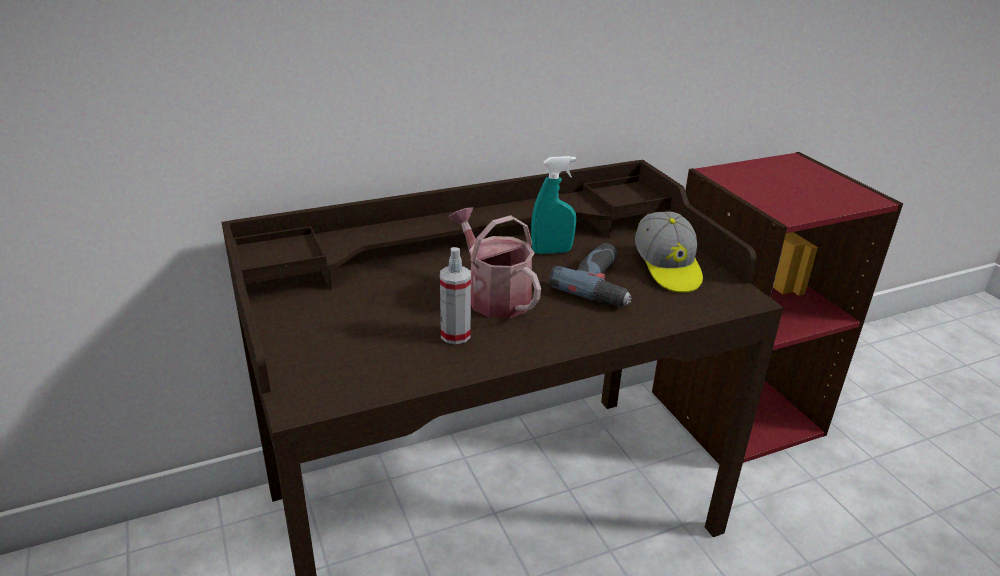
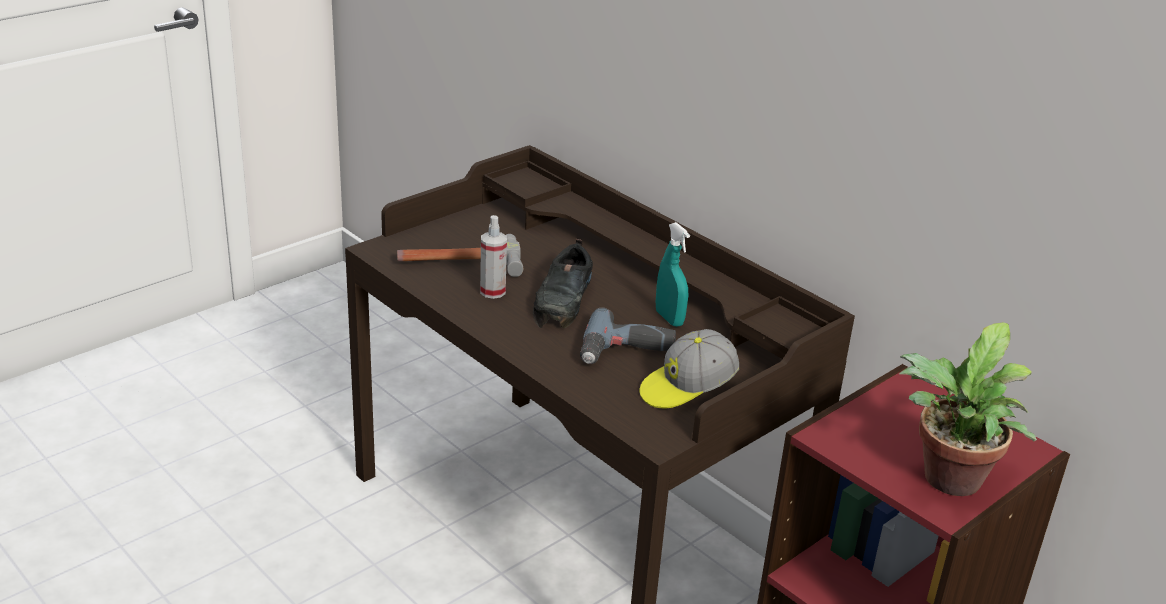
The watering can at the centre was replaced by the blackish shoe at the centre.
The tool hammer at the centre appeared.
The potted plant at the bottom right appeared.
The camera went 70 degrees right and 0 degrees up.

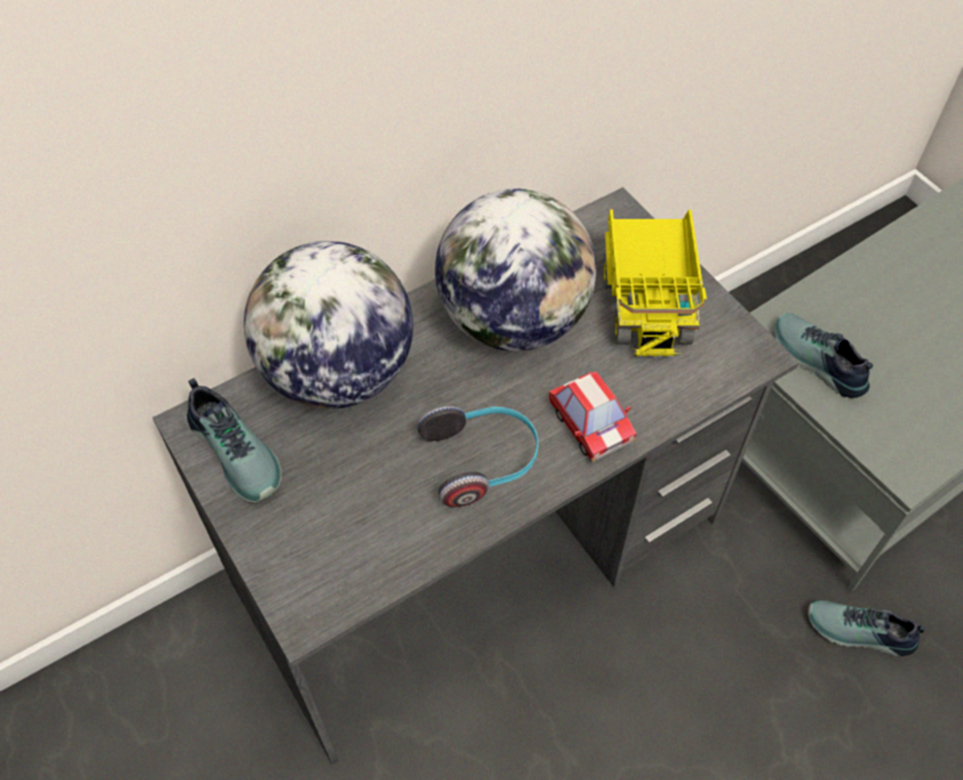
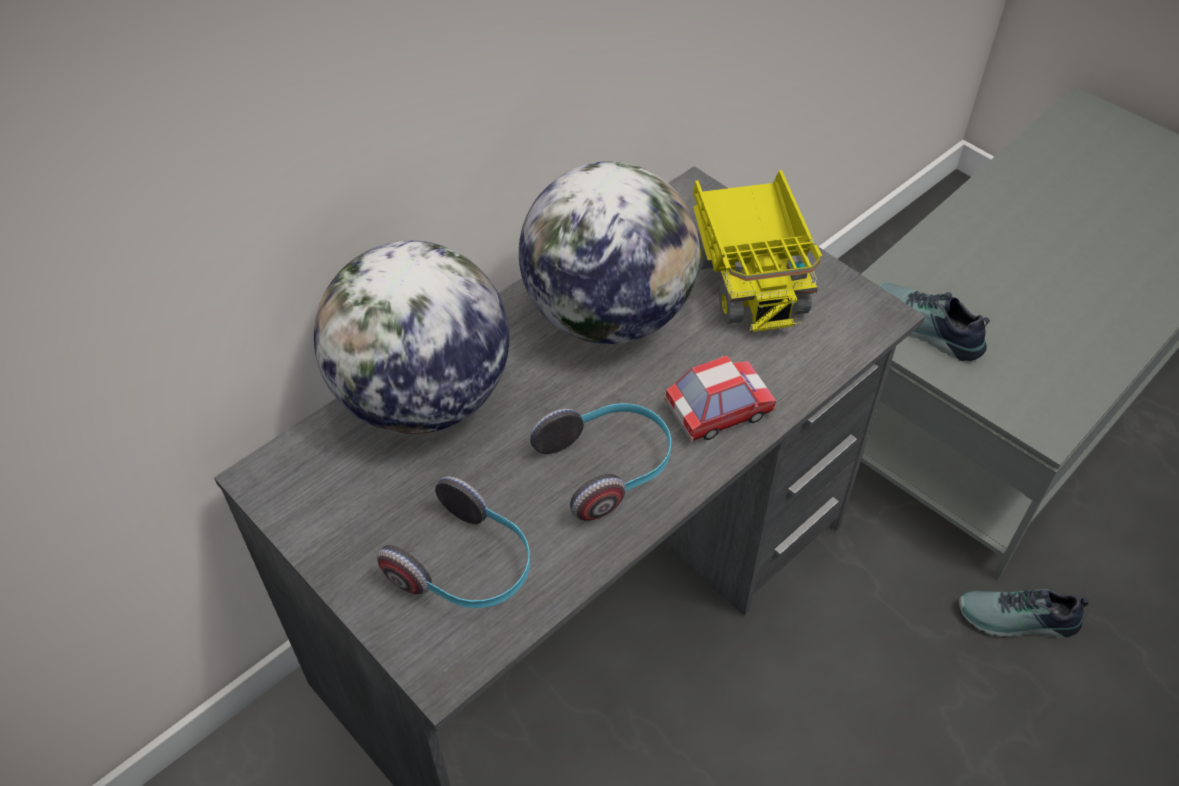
The shoe (1st from left) at the middle left disappeared.
The miniature car at the centre turned 75 degrees counterclockwise.
The headset (1st from left) at the bottom centre appeared.
The camera went 10 degrees left and 5 degrees down.

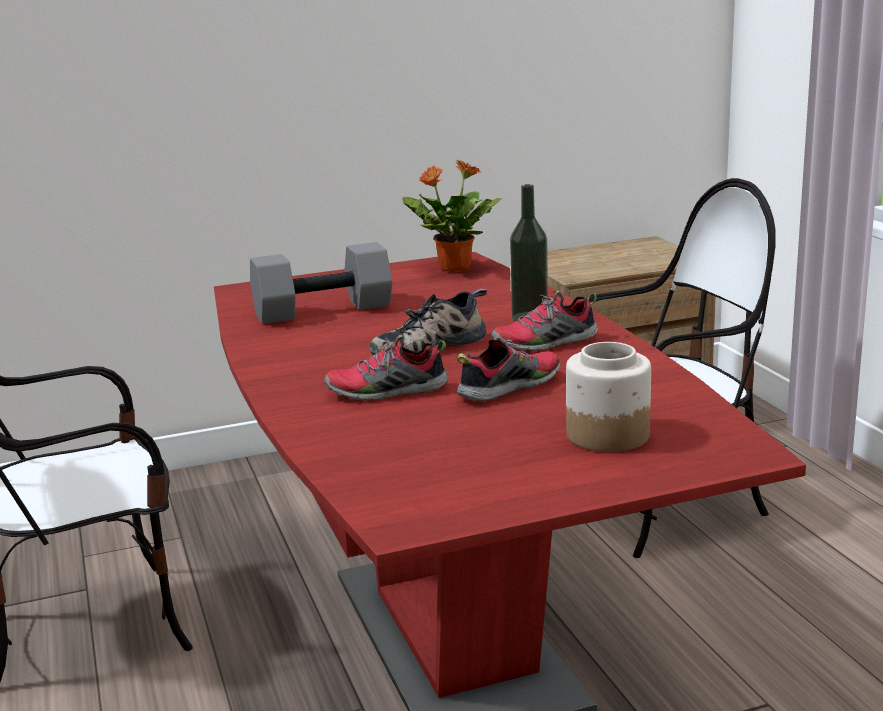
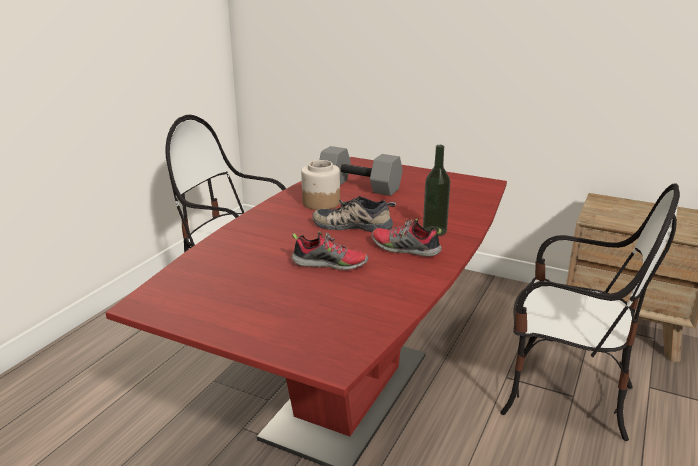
The shoe (1st from left) at the centre disappeared.
The potted plant at the top centre disappeared.
The storage jar moved from the middle right to the centre.
The camera went 45 degrees right and 5 degrees up.

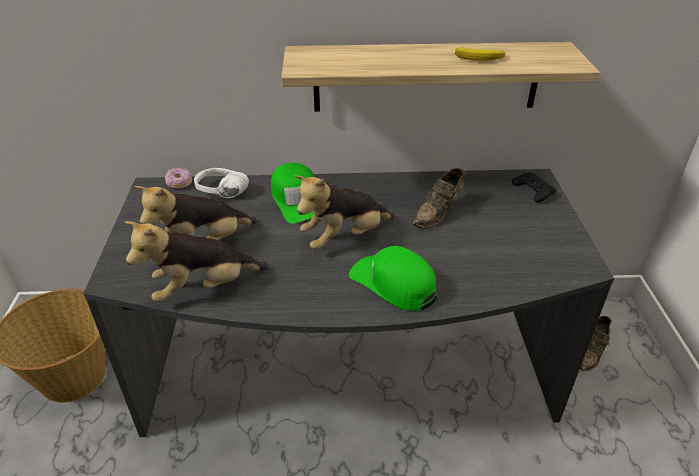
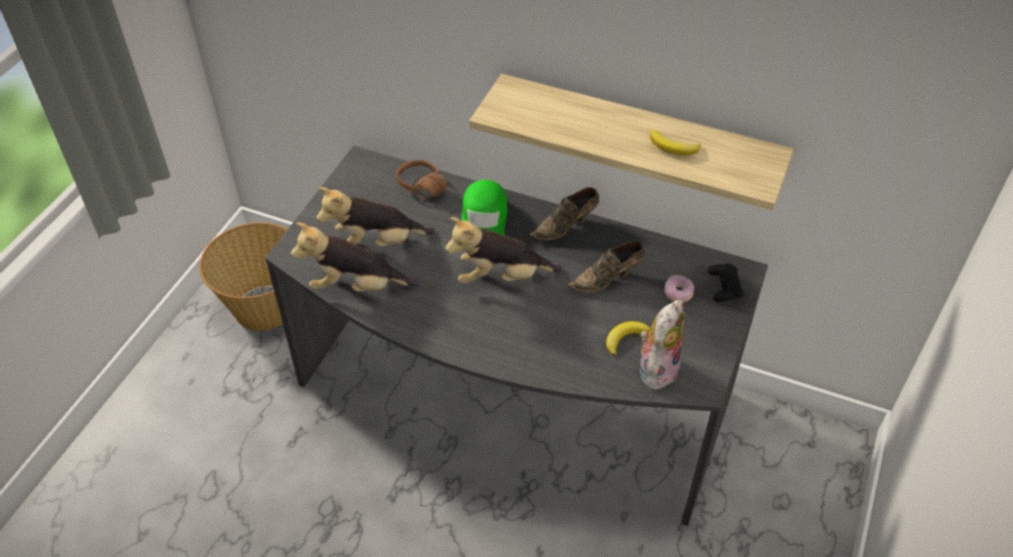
The ring doughnut moved from the middle left to the middle right.
The white-coloured headset at the middle left became the brown headset at the top centre.
The green cap (2nd from left) at the centre disappeared.
The brown shoe (2nd from left in the first image) moved from the bottom right to the centre.
The whole banana (1st from left) at the centre appeared.
The cuddly toy (4th from left) at the centre appeared.
The camera went 25 degrees right and 10 degrees up.

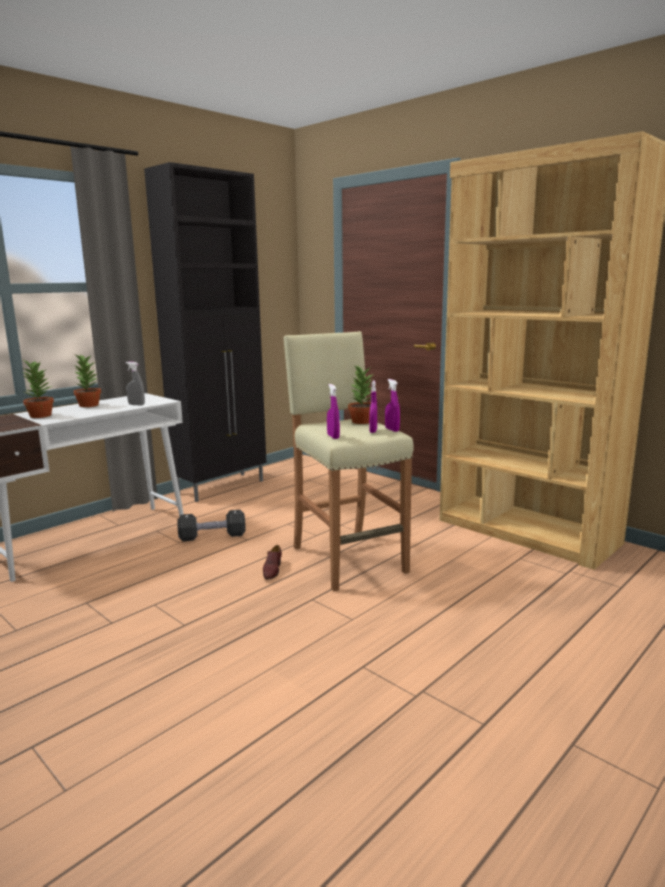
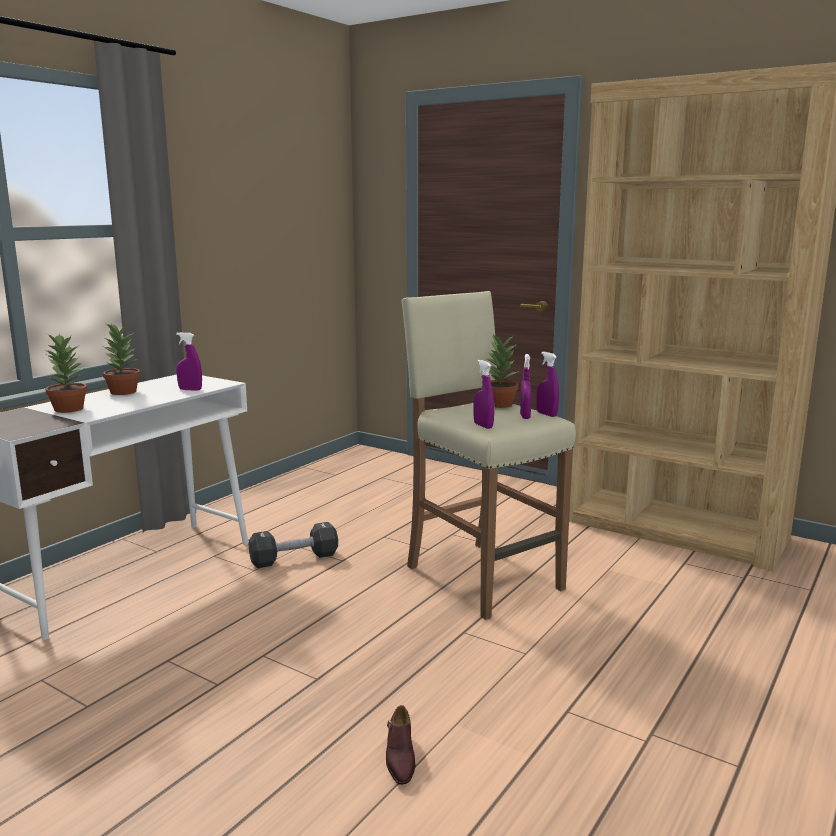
The greyish spray bottle at the middle left became the purplish spray bottle (1st from left) at the middle left.
The blackish cabinet at the middle left disappeared.
The brown shoe moved from the centre to the bottom centre.
The camera went 10 degrees left and 0 degrees up.

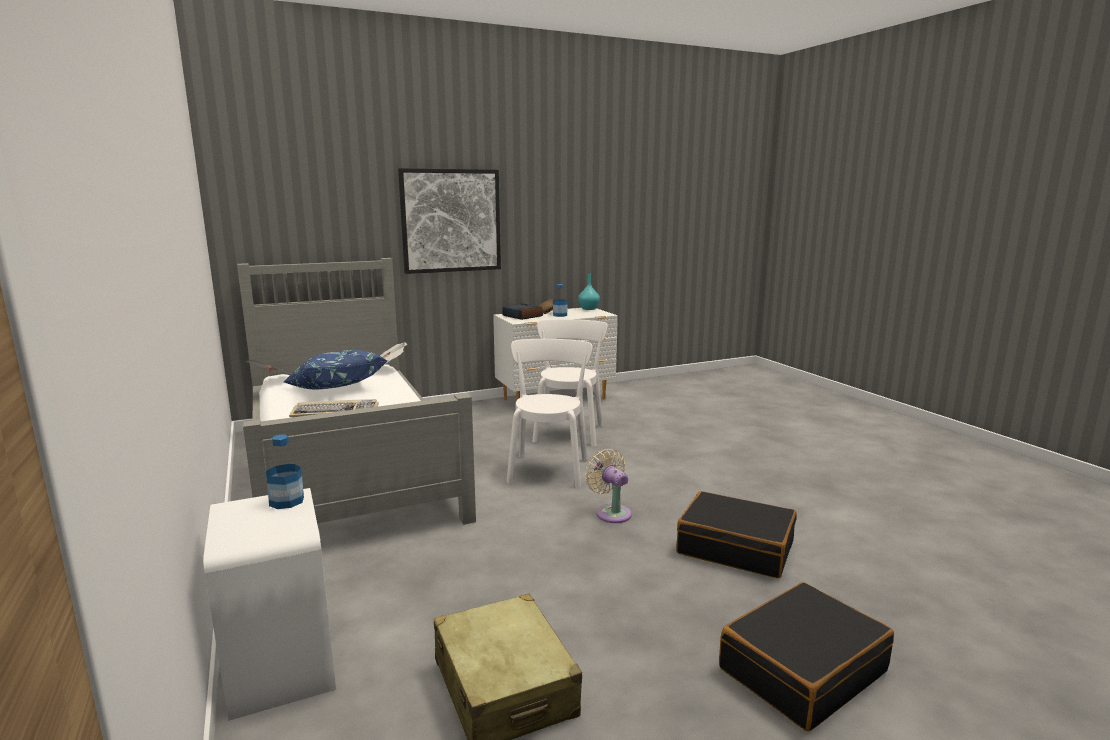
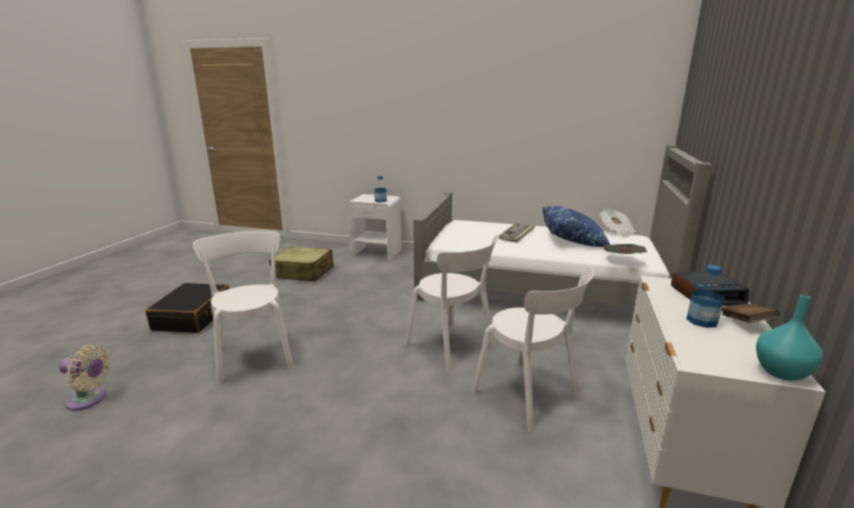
The picture at the top centre disappeared.
The beige electric fan moved from the centre to the bottom left.
The blackish travel case (1st from left) at the bottom centre was replaced by the white-coloured upright chair (1st from left) at the middle left.
The camera went 130 degrees right and 5 degrees up.

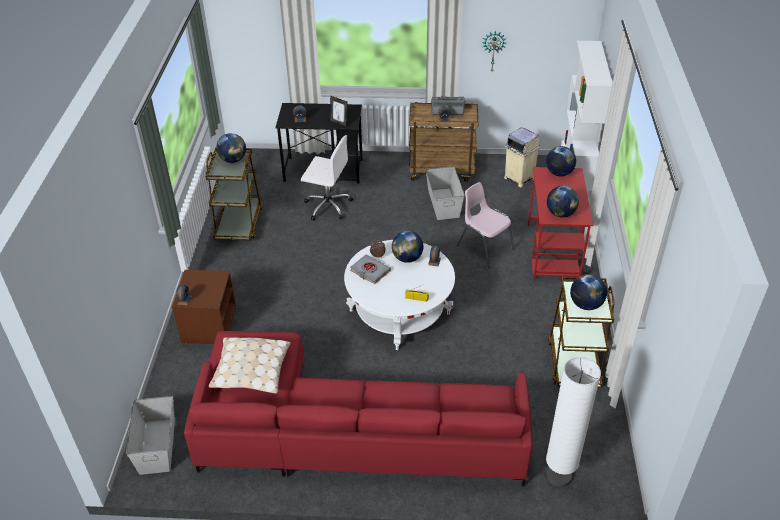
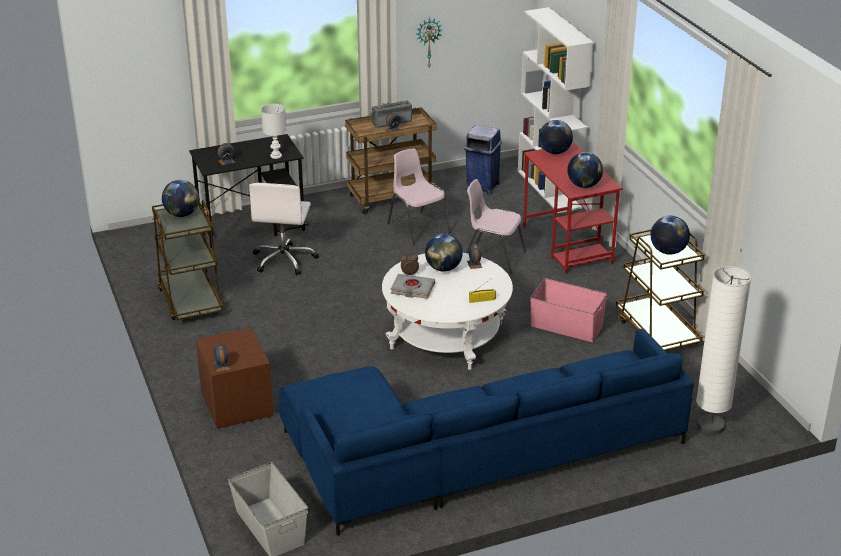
The red sofa at the bottom centre became the blue-coloured sofa at the bottom centre.
The beige throw pillow at the bottom left disappeared.
The white-coloured desk chair at the centre turned 105 degrees clockwise.
The photo frame at the top centre was replaced by the white-coloured table lamp at the top left.
The greyish storage bin (2nd from left) at the centre was replaced by the pinkish upright chair (1st from left) at the centre.
The beige waste bin at the top right became the blue-coloured waste bin at the top centre.
The pinkish storage bin at the middle right appeared.
The camera went 25 degrees left and 10 degrees down.

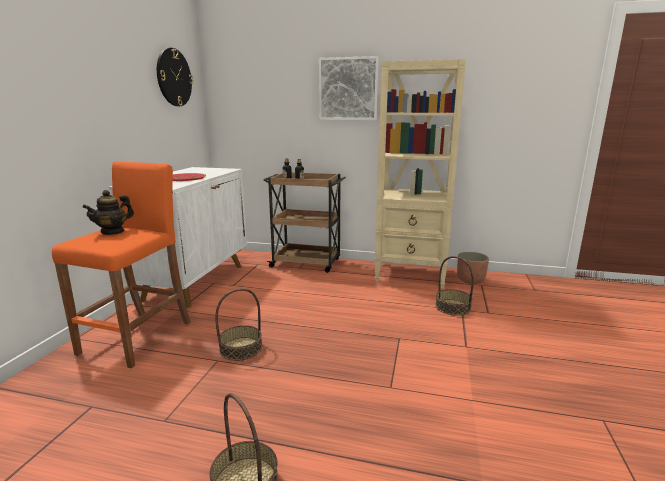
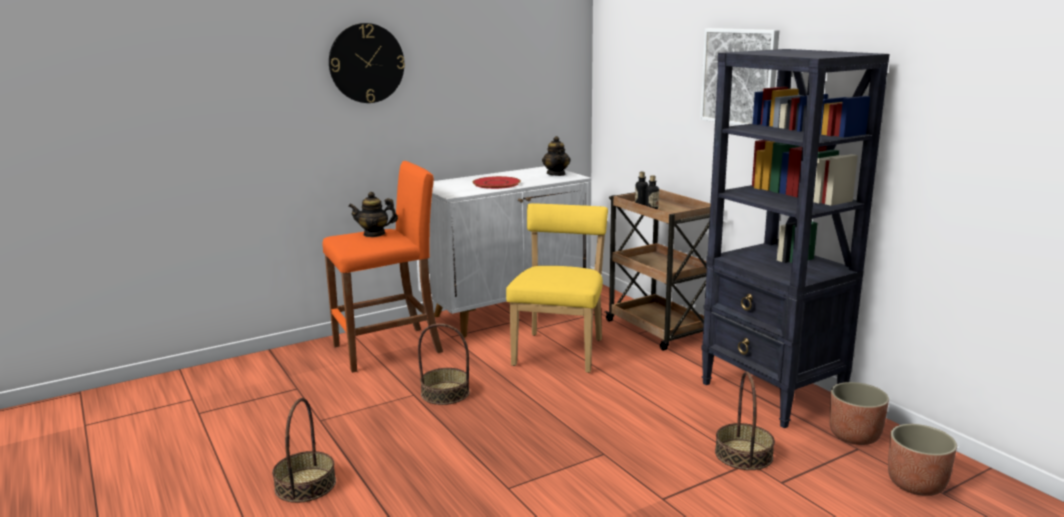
The hanging clock moved from the top left to the top centre.
The beige shelving unit at the centre became the blackish shelving unit at the middle right.
The yellow-coloured upright chair at the centre appeared.
The pot for tea (2nd from left) at the top centre appeared.
The plant pot (2nd from left) at the bottom right appeared.
The camera went 45 degrees right and 0 degrees up.

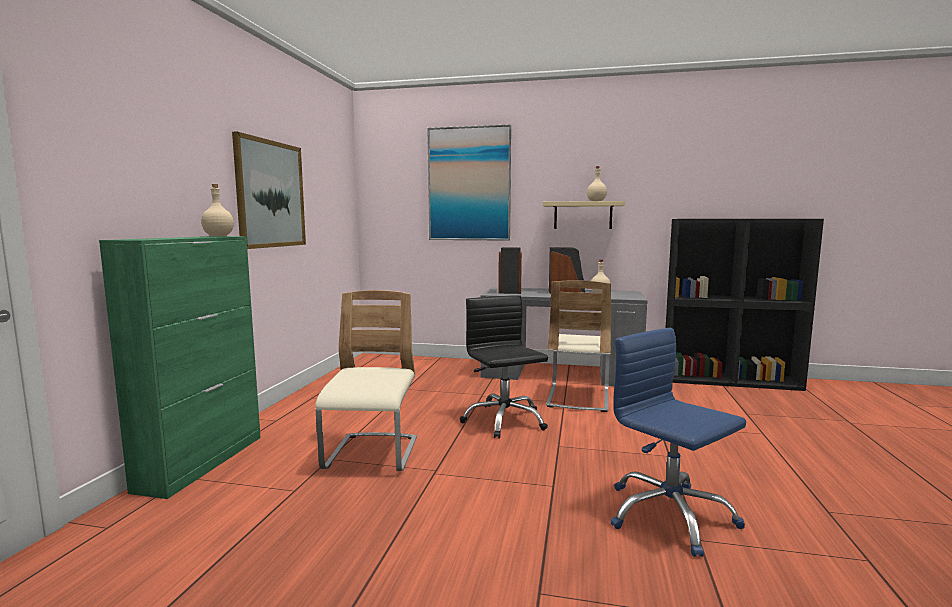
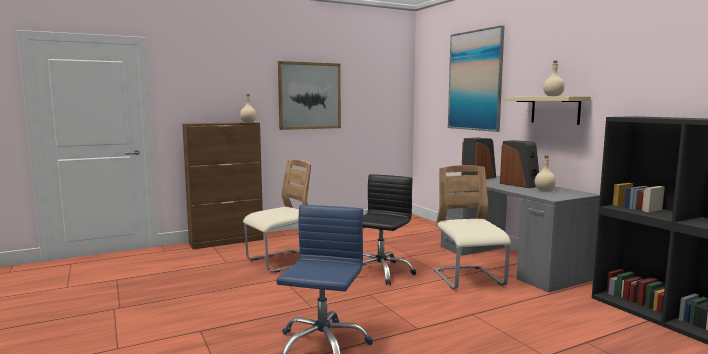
The green cabinet at the middle left became the brown cabinet at the middle left.
The beige upright chair (2nd from left) at the centre turned 105 degrees clockwise.
The camera went 50 degrees right and 0 degrees up.

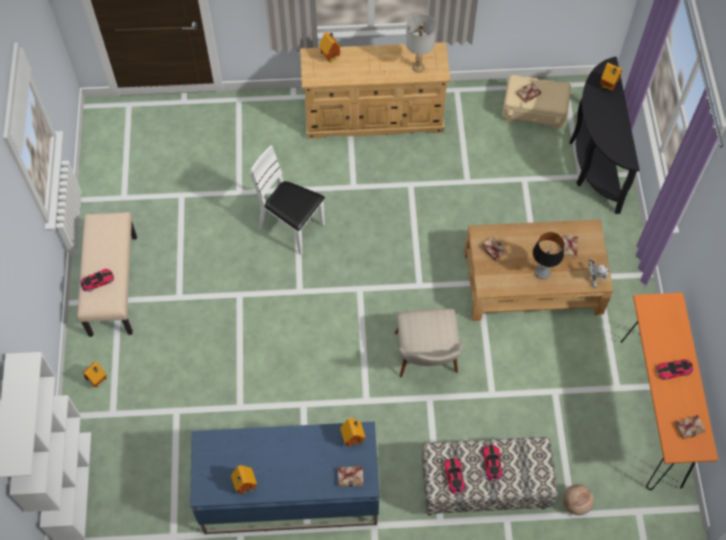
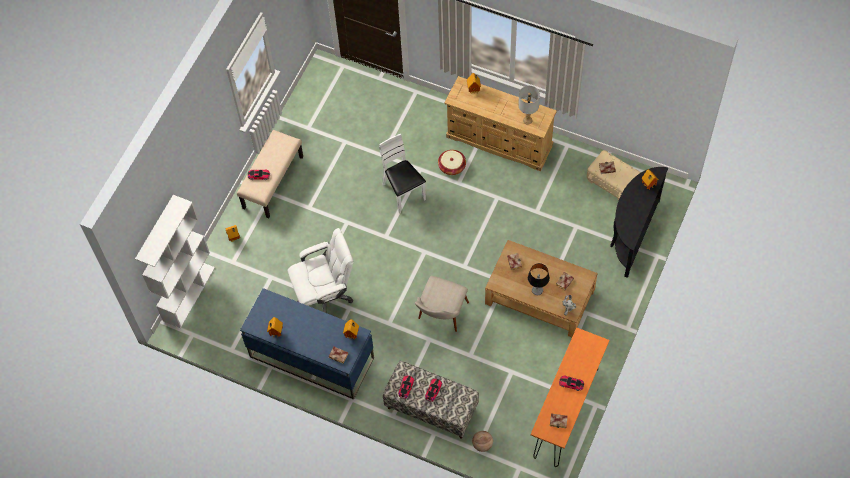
The white-coloured desk chair at the centre appeared.
The household basket at the centre appeared.
The camera went 30 degrees right and 0 degrees up.

